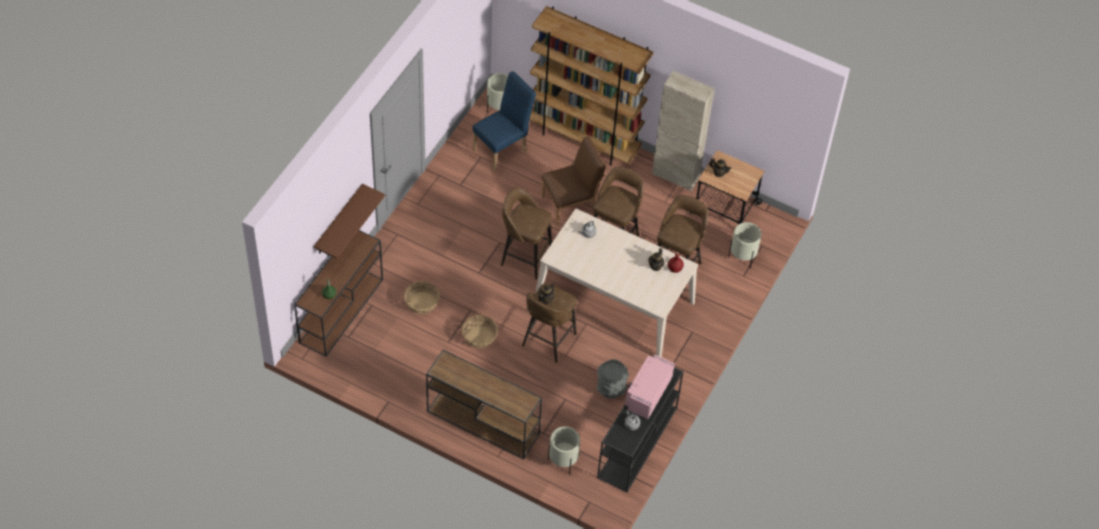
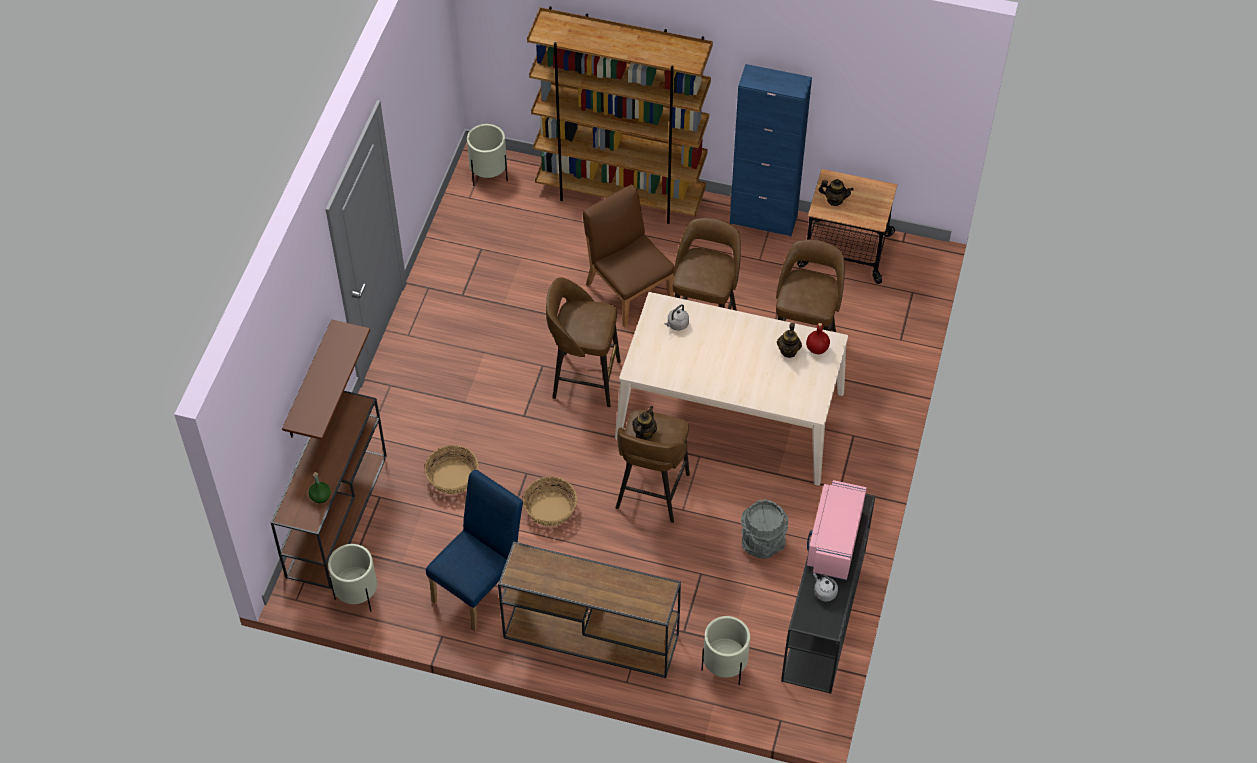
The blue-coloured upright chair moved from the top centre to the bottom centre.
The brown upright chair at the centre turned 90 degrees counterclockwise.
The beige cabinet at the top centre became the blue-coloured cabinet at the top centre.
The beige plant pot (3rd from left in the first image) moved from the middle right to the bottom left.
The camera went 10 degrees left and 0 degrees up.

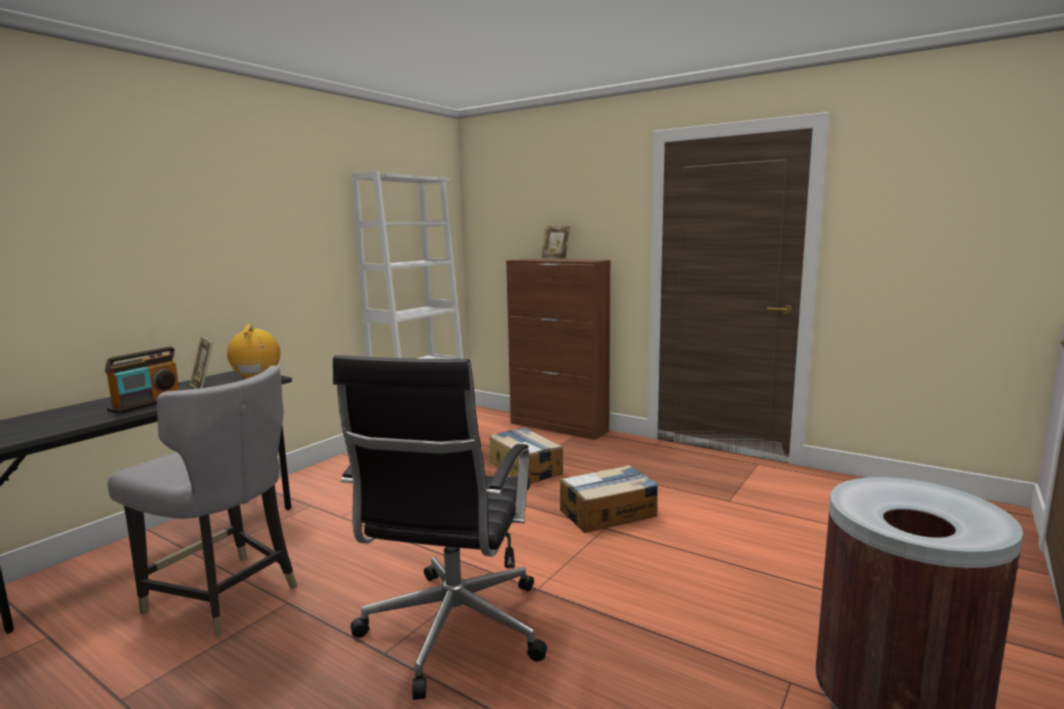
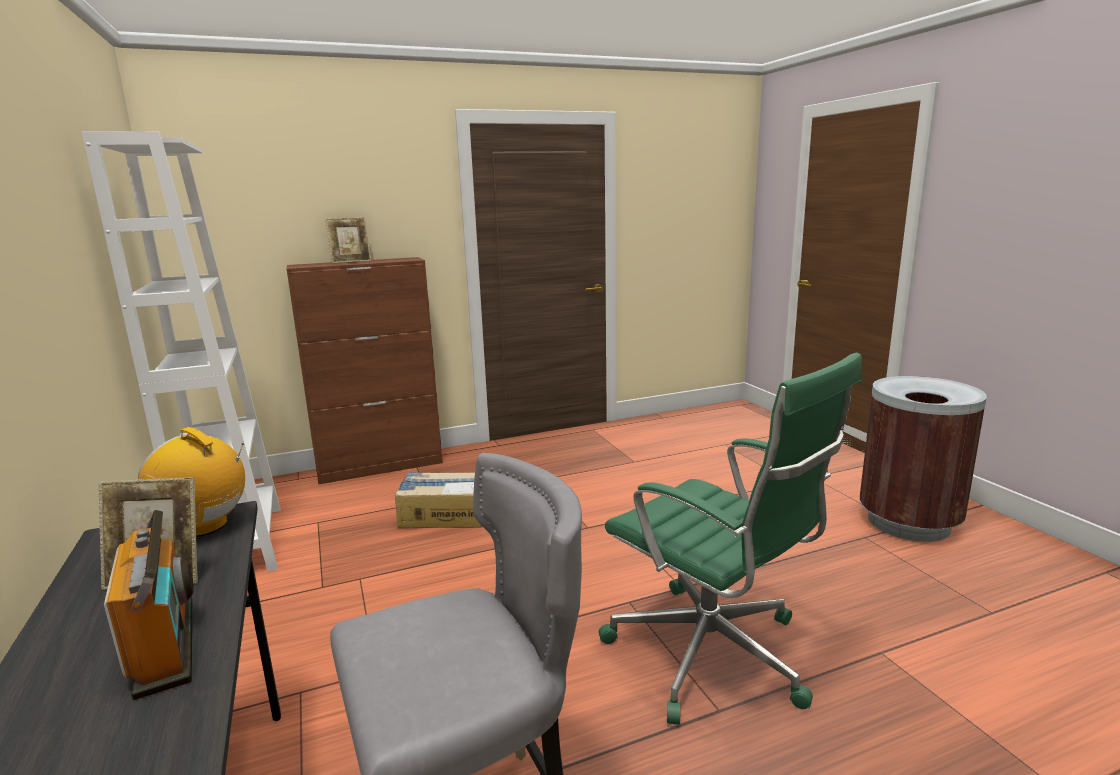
The blackish desk chair at the bottom centre became the green desk chair at the bottom centre.
The cardboard box (2nd from left) at the bottom centre disappeared.
The camera went 55 degrees left and 5 degrees up.

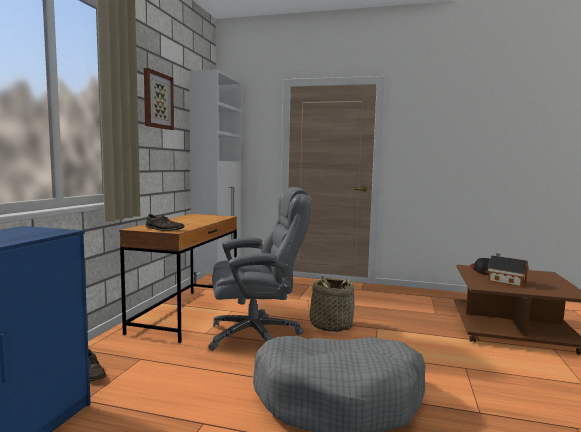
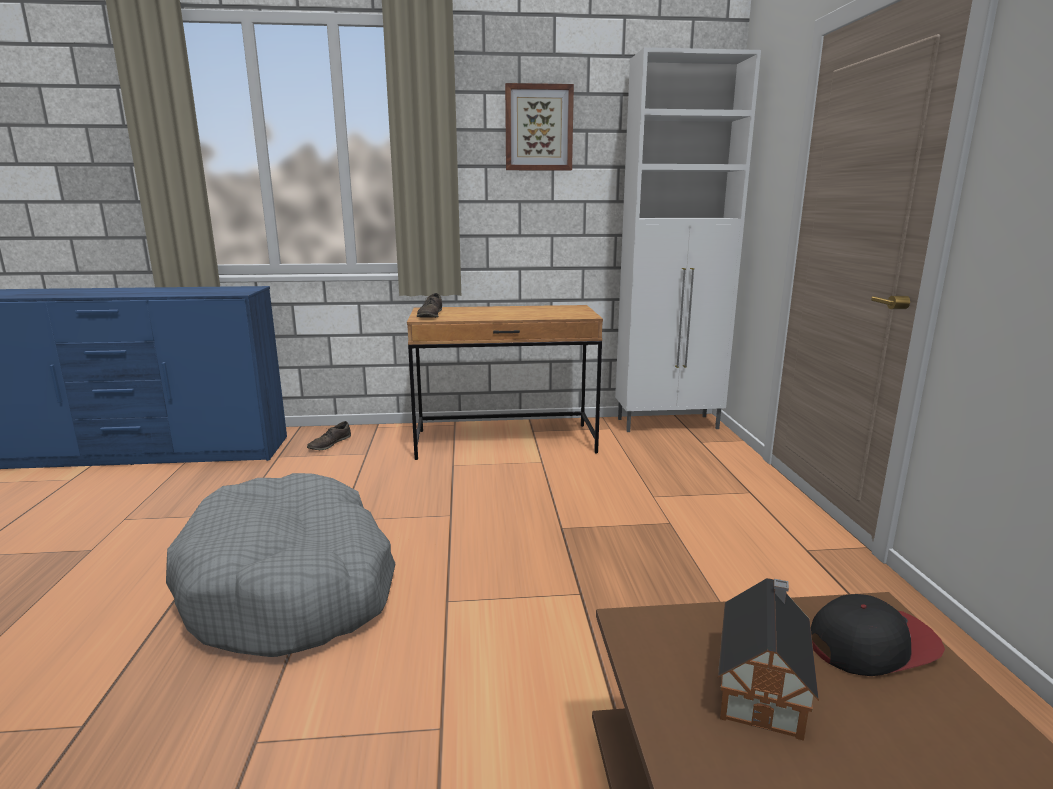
The greyish desk chair at the centre disappeared.
The household basket at the bottom centre disappeared.
The camera went 70 degrees right and 10 degrees up.

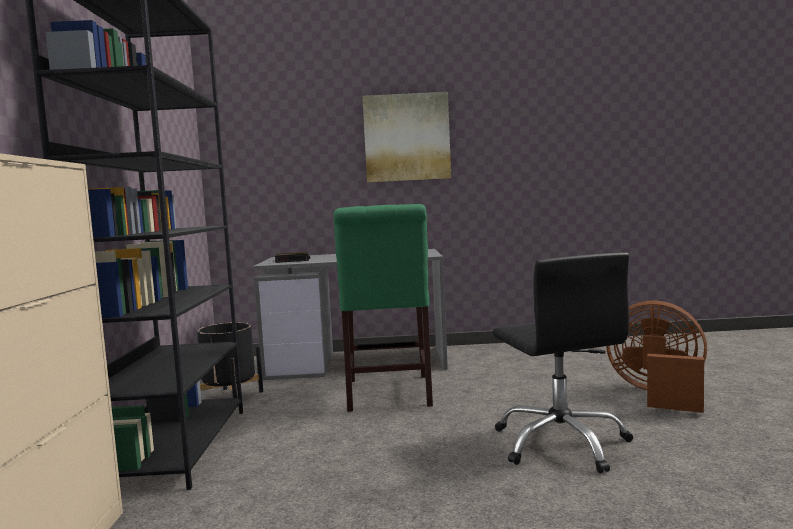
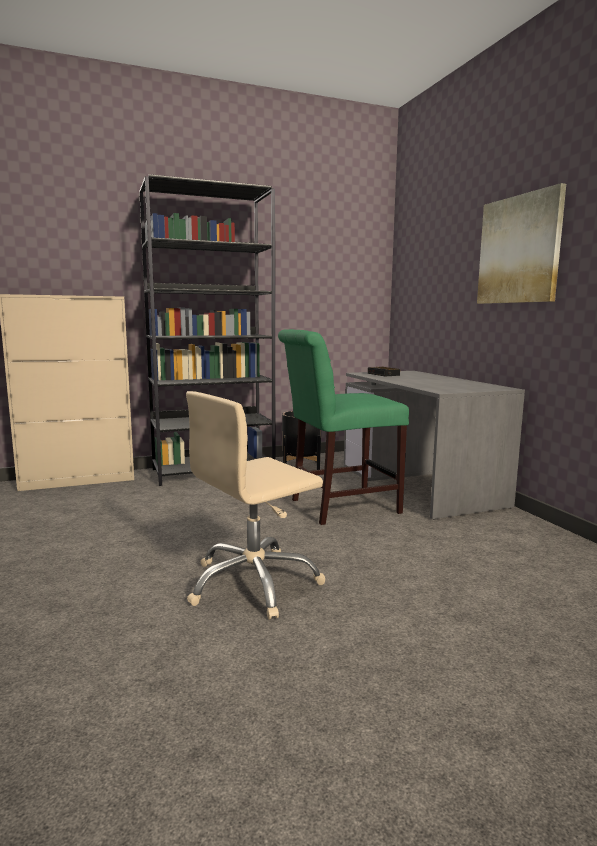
The blackish desk chair at the bottom right became the beige desk chair at the centre.
The brown electric fan at the bottom right disappeared.
The camera went 70 degrees right and 5 degrees up.

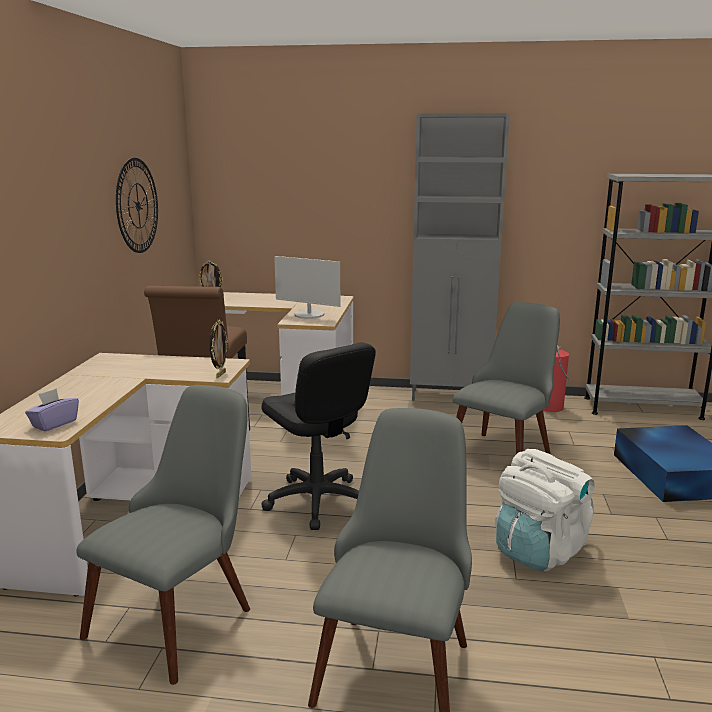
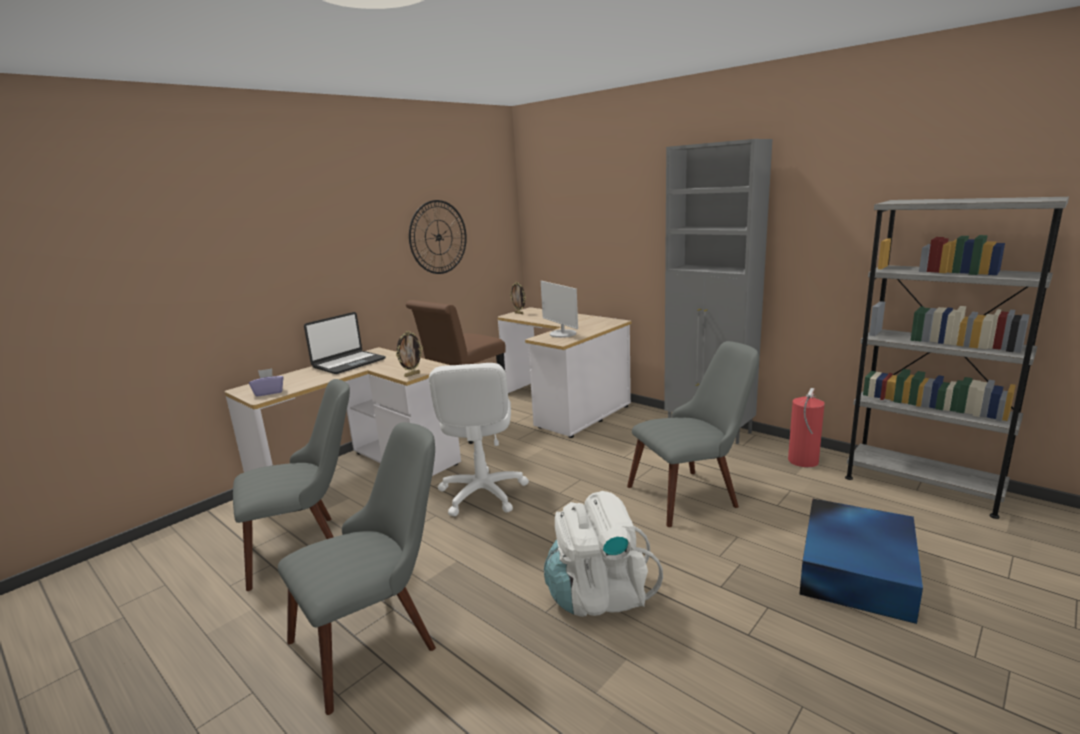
The blackish desk chair at the centre became the white-coloured desk chair at the centre.
The notebook computer at the middle left appeared.
The camera went 35 degrees right and 0 degrees up.

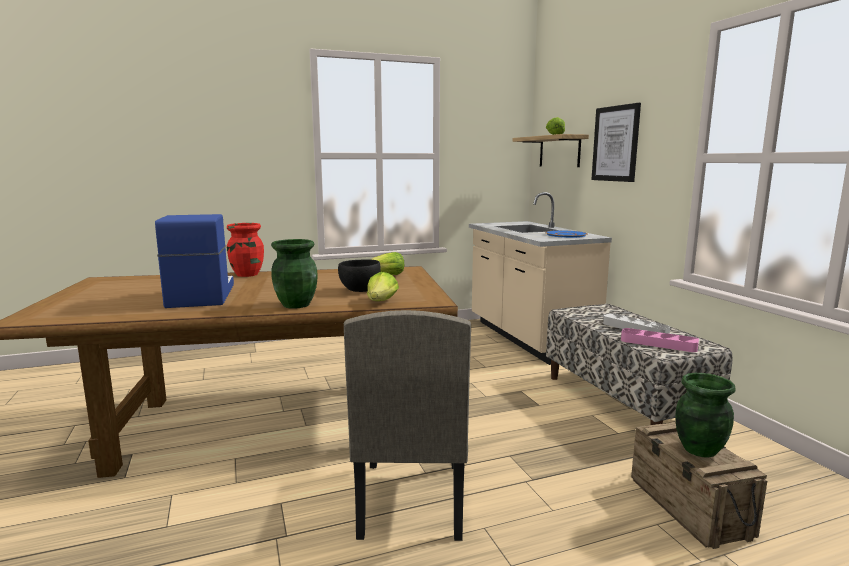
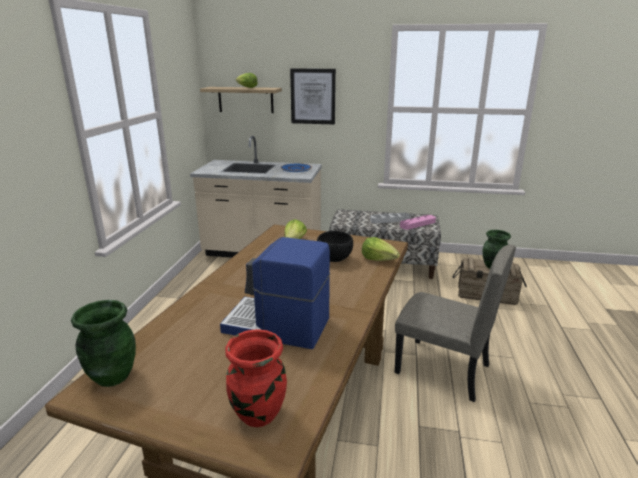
The red vase moved from the middle left to the bottom centre.
The green vase (1st from left) moved from the centre to the bottom left.
The camera went 60 degrees left and 10 degrees up.

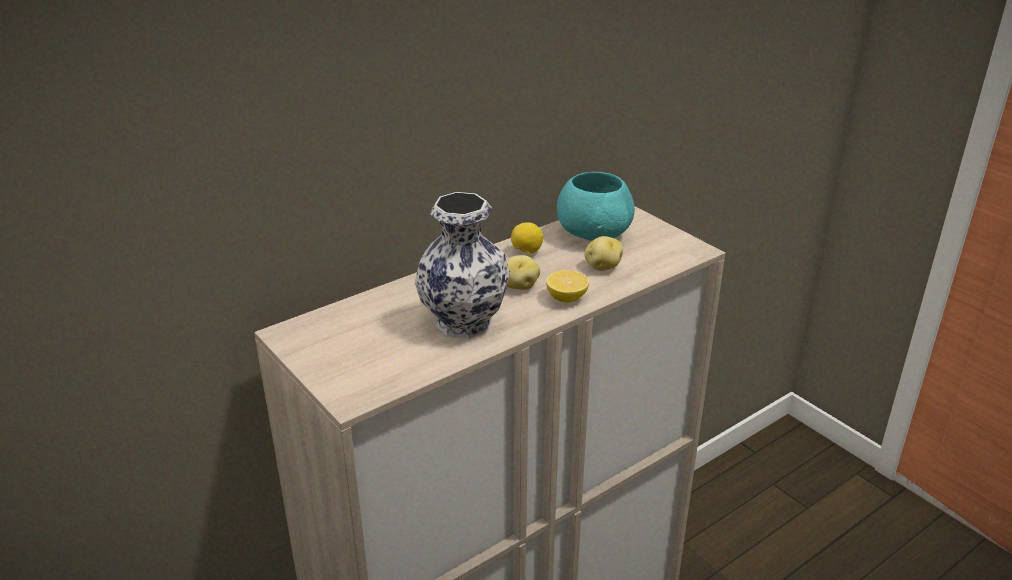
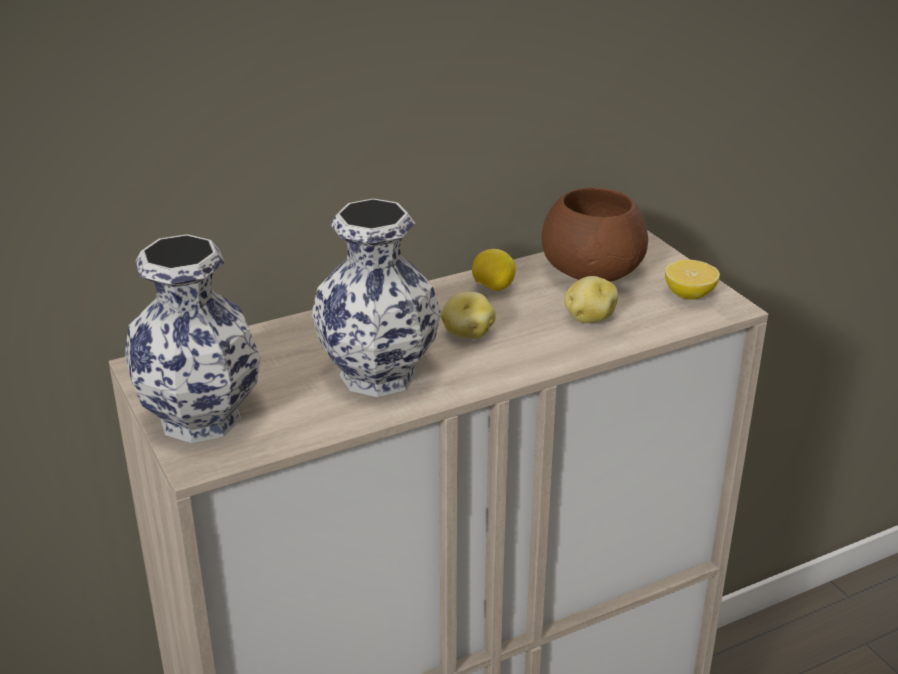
The citrus fruit (2nd from left) moved from the centre to the middle right.
The turquoise-coloured serving bowl at the centre became the brown serving bowl at the centre.
The vase (1st from left) at the middle left appeared.
The camera went 10 degrees right and 0 degrees up.

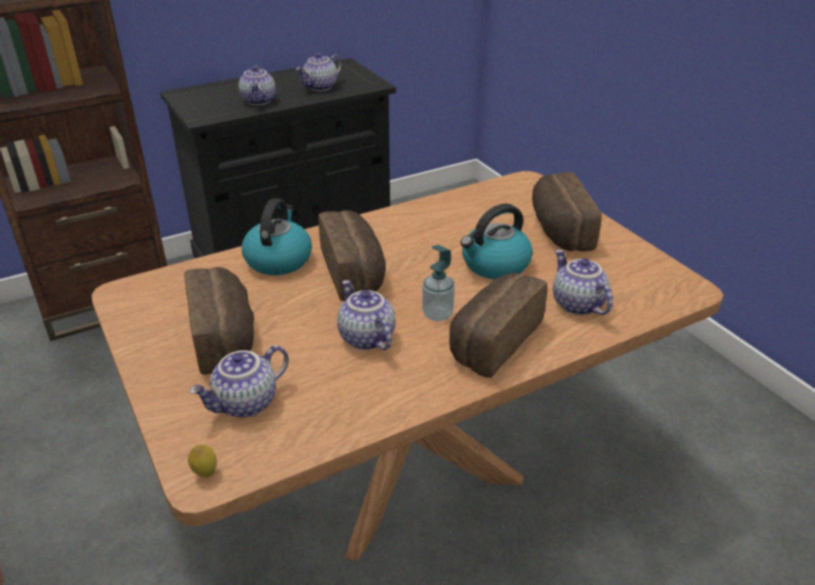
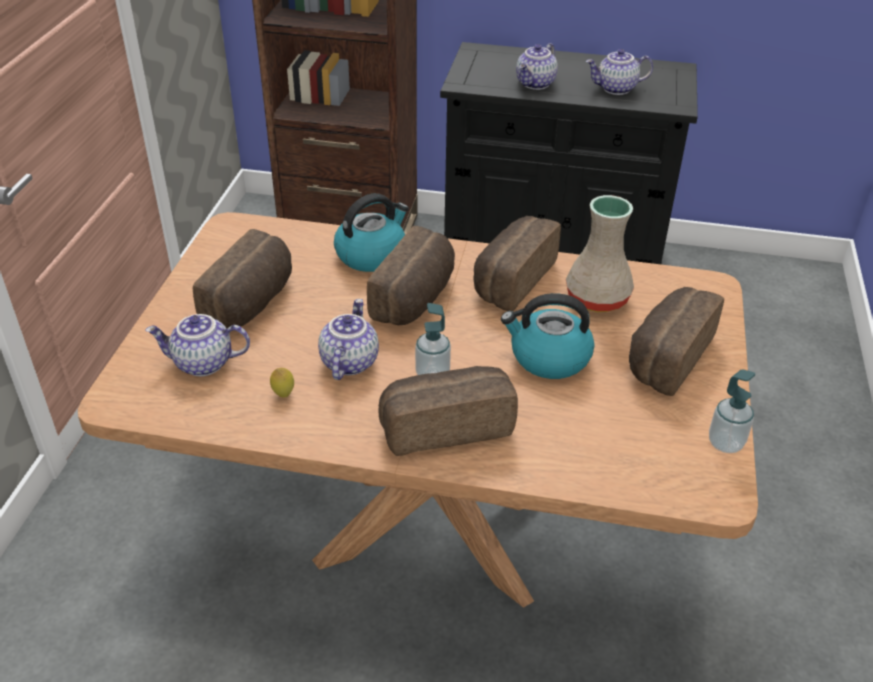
The citrus fruit moved from the bottom left to the middle left.
The pot for tea (5th from left) at the middle right disappeared.
The bakery bread (4th from left) at the centre appeared.
The beige vase at the middle right appeared.
The liquid soap bottle (2nd from left) at the middle right appeared.
The camera went 40 degrees right and 5 degrees up.

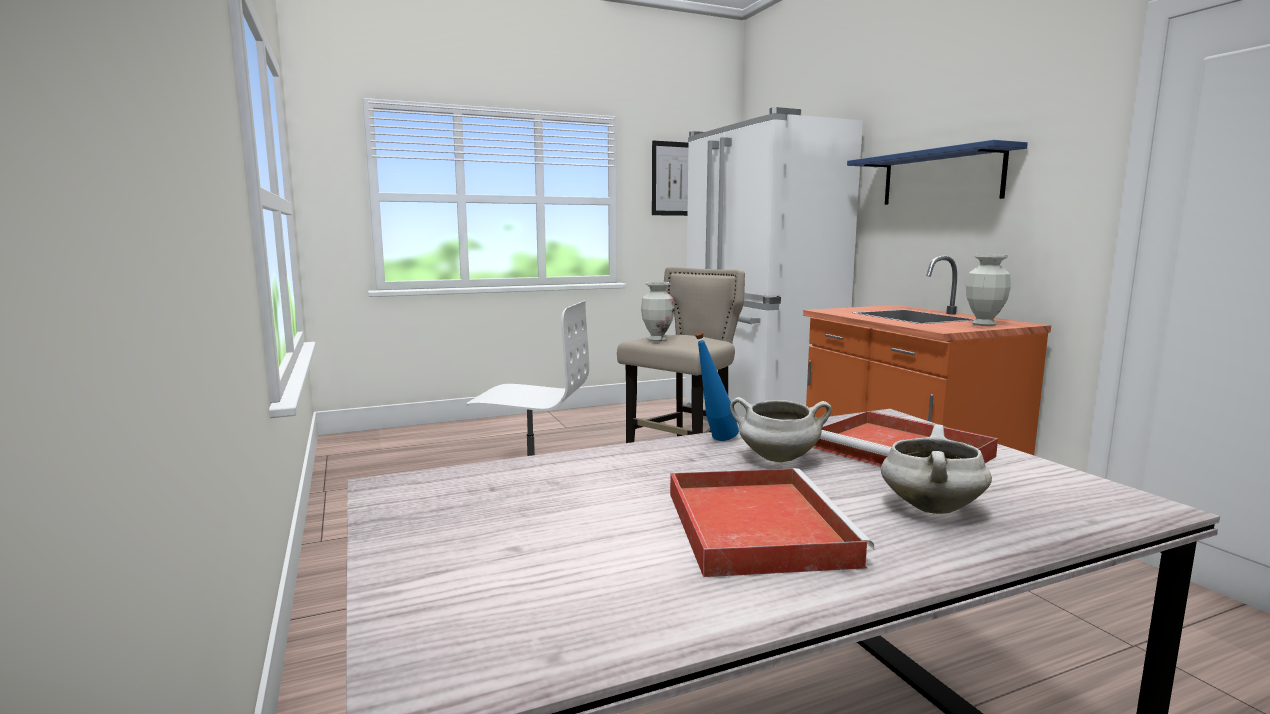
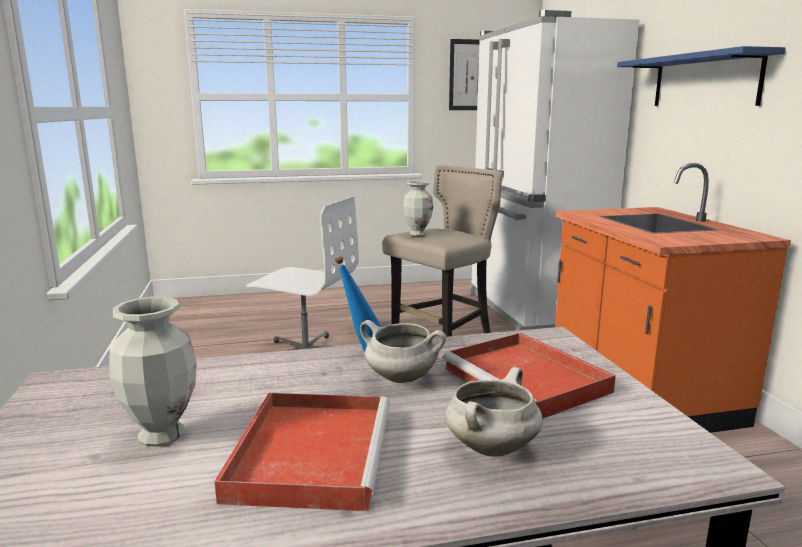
The vase (2nd from left in the first image) moved from the middle right to the bottom left.
The camera went 10 degrees right and 5 degrees up.

